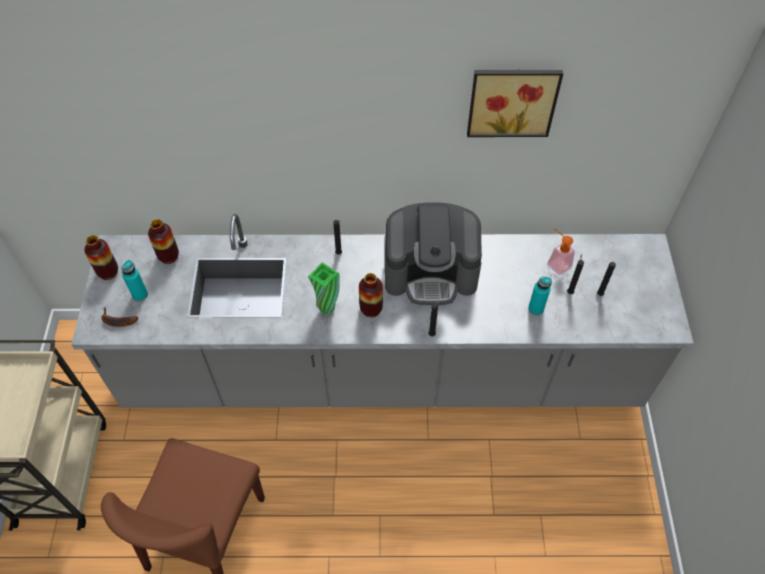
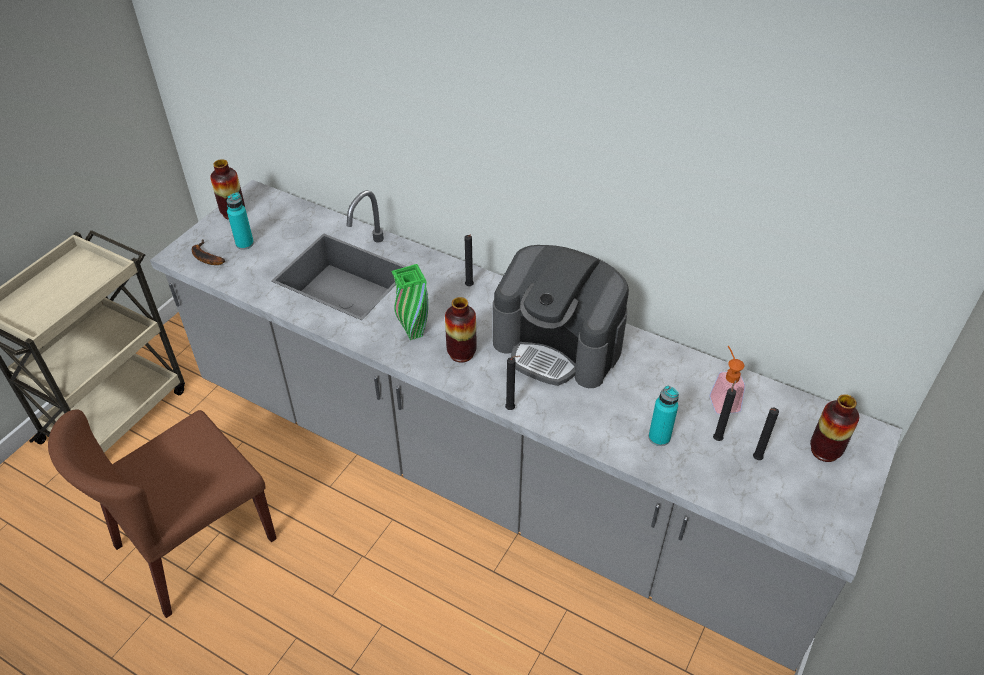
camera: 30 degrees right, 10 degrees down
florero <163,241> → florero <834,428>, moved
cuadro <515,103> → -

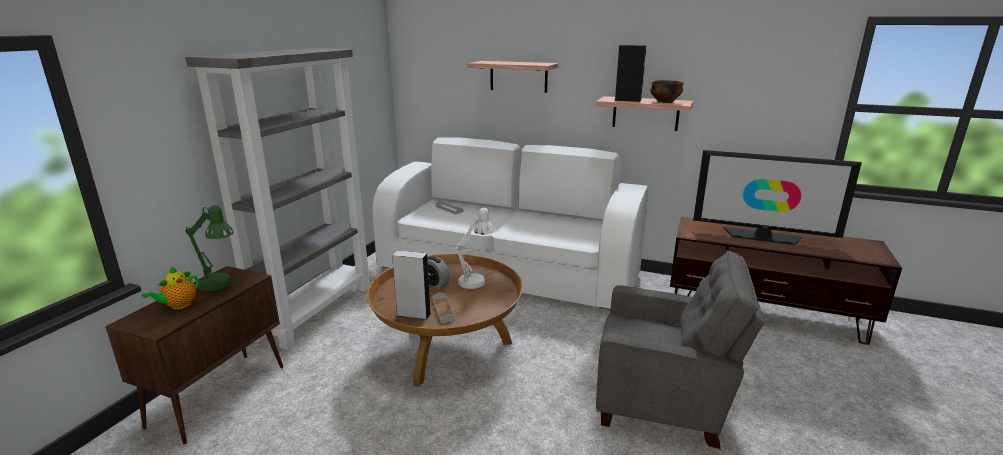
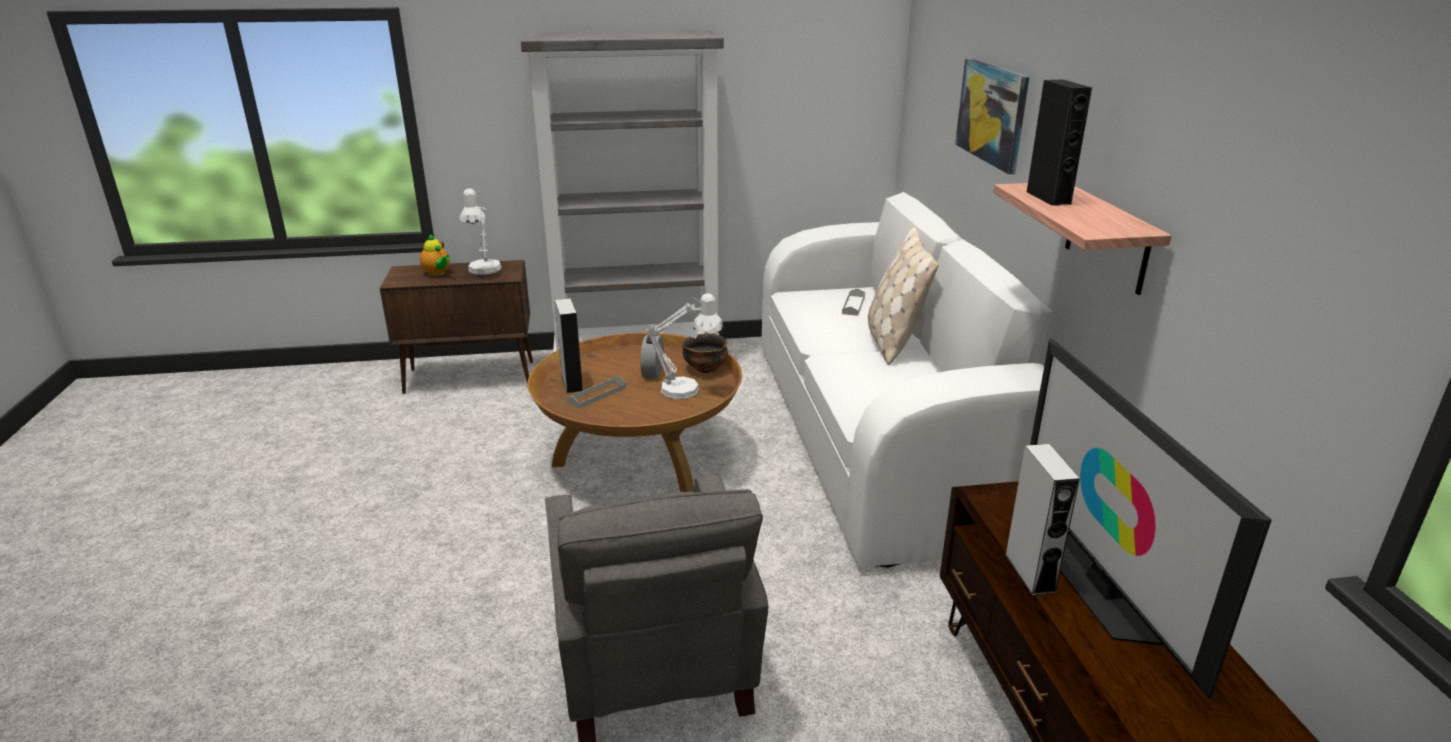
camera: 60 degrees right, 5 degrees up
tetera <170,287> → tetera <435,255>, 135 degrees counterclockwise
lámpara de mesa (verde) <209,248> → lámpara de mesa (blanco) <480,231>
cuenco <666,91> → cuenco <705,353>, moved
- → cojín (beis) <903,295>
estante <513,77> → cuadro <992,116>
- → altavoz (gris) <1042,519>

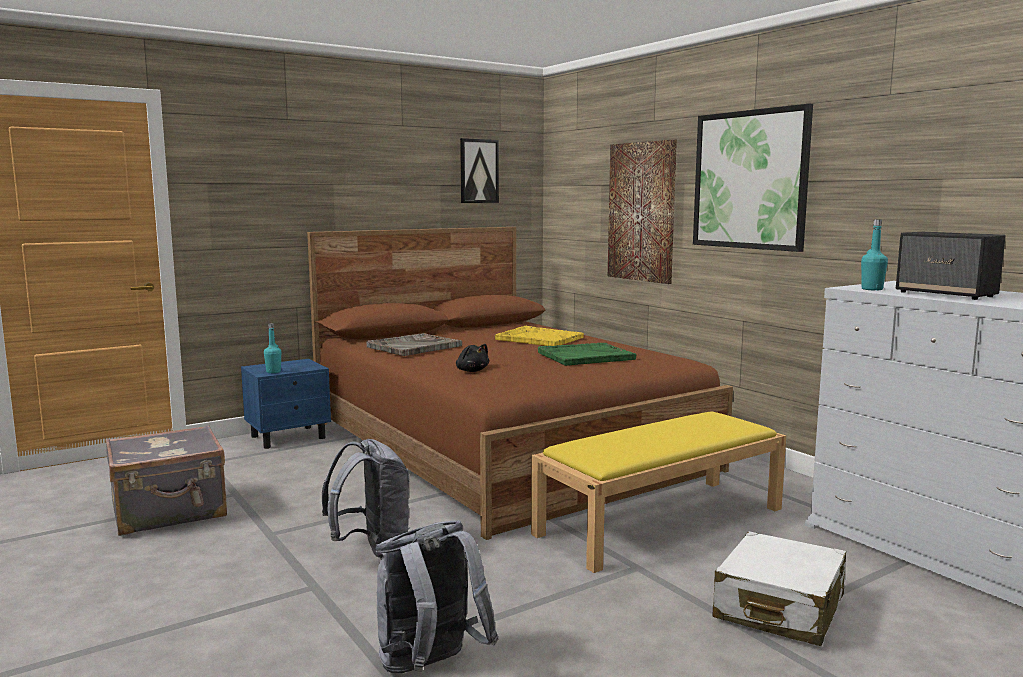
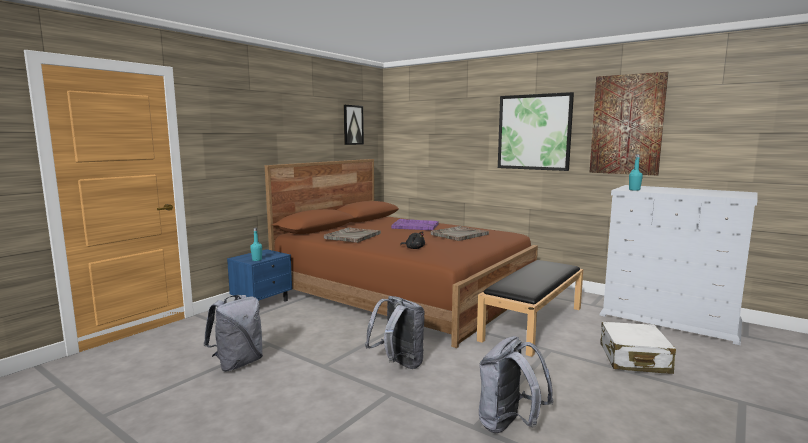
camera: 20 degrees left, 0 degrees up
maleta (gris) <166,480> → mochila (gris) <233,333>
bandeja (amarillo) <539,336> → bandeja (morado) <415,224>
bandeja (verde) <587,354> → bandeja (gris) <460,233>
banco (amarillo) <658,492> → banco (negro) <530,308>
cuadro <642,211> → cuadro <628,124>, moved
altavoz <951,266> → -

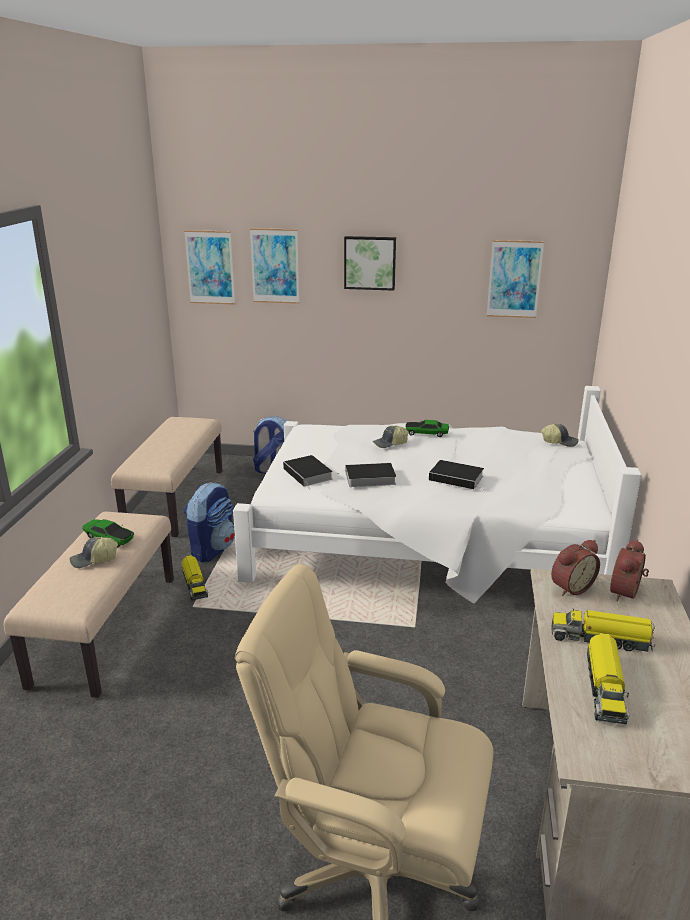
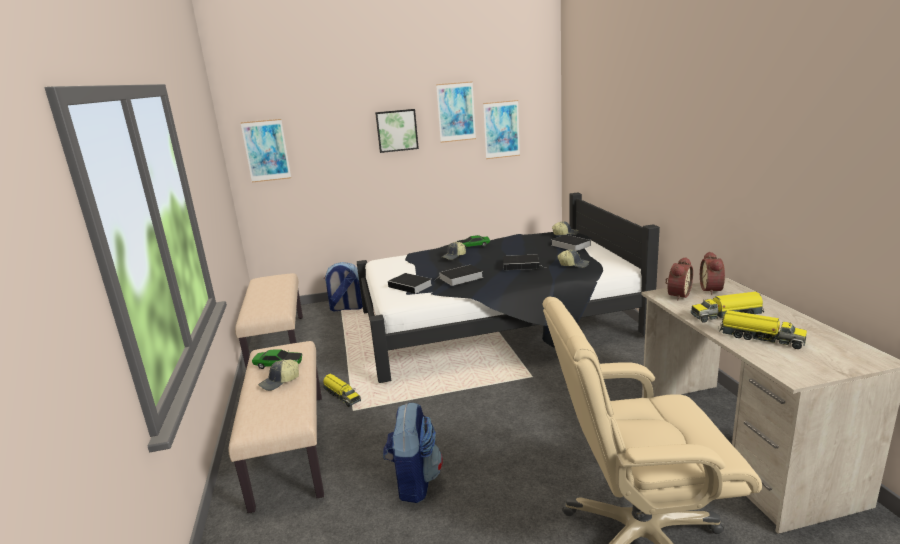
camera: 20 degrees left, 5 degrees down
cama (blanco) <437,495> → cama (negro) <508,287>
mochila <209,522> → mochila <413,453>, moved
cuadro <274,266> → cuadro <456,112>, moved
- → libro <571,243>
- → gorra <573,259>
camión de juguete <608,678> → camión de juguete <762,329>, 45 degrees counterclockwise

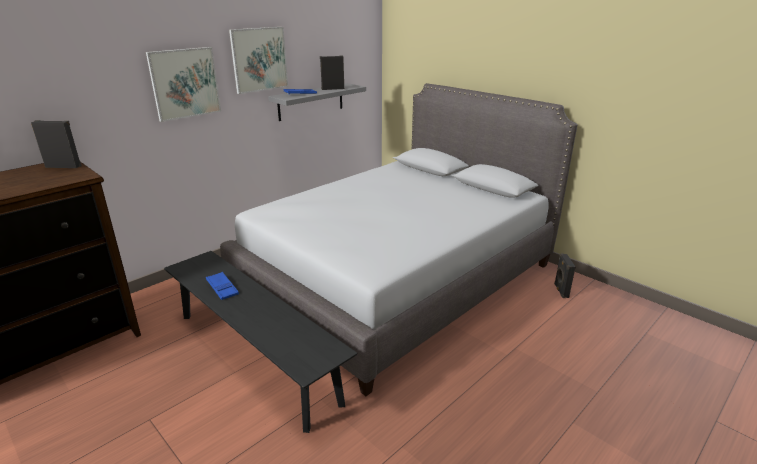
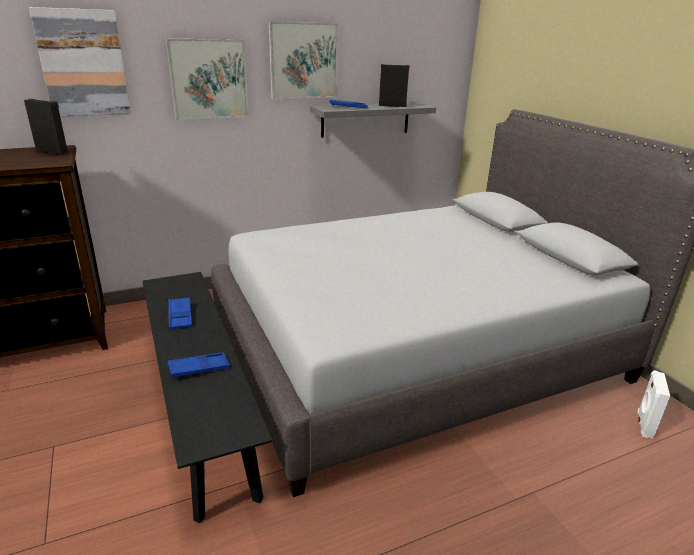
camera: 20 degrees right, 0 degrees up
- → cuadro <80,62>
- → bandeja (azul) <199,365>
altavoz (negro) <564,275> → altavoz (blanco) <653,404>

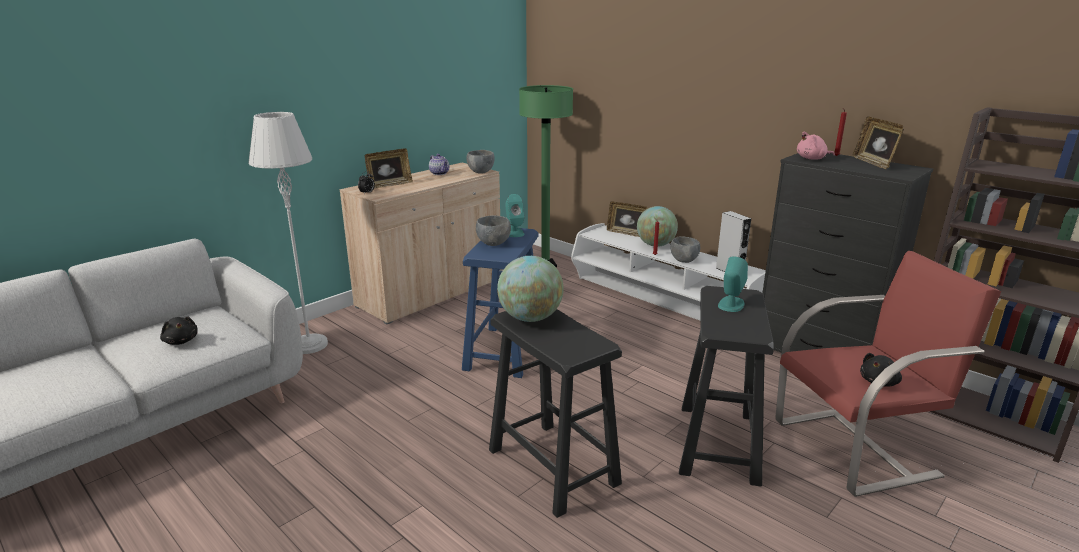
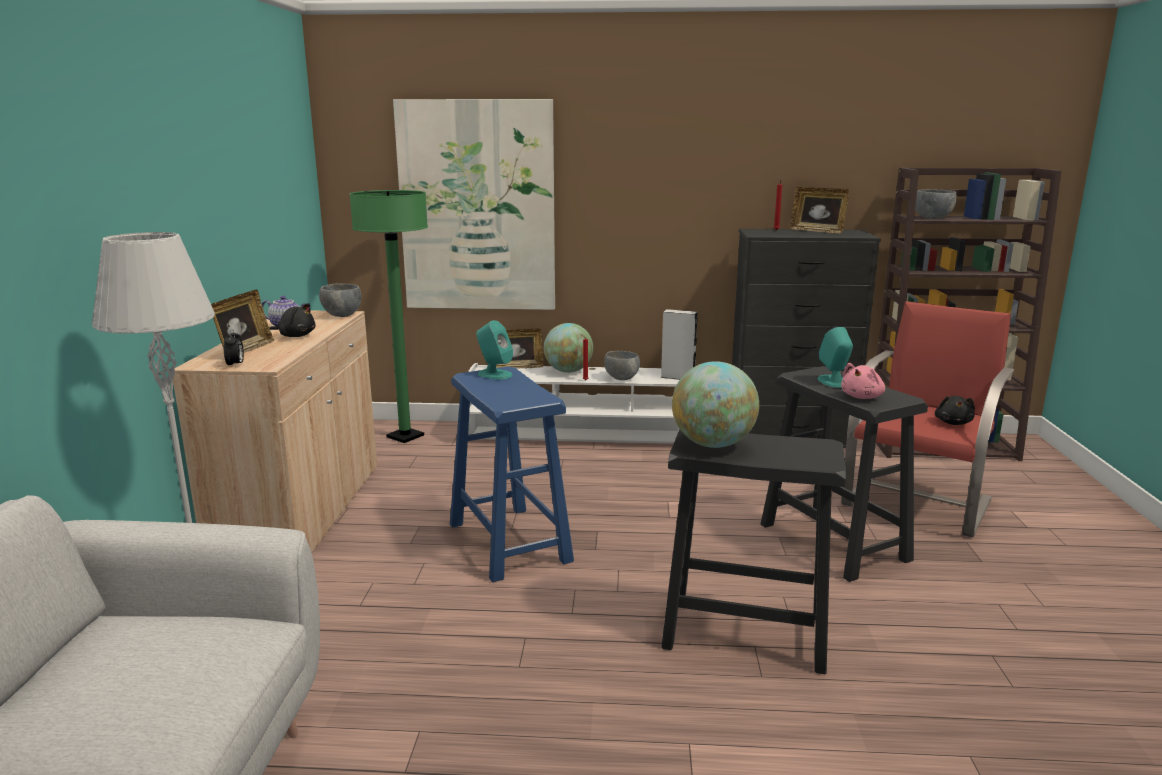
camera: 40 degrees left, 5 degrees down
peluche (negro) <179,331> → peluche (negro) <292,320>, moved
- → cuadro <474,204>
peluche (rosa) <816,146> → peluche (rosa) <863,381>, moved
cuenco (gris) <493,231> → cuenco (gris) <936,204>, moved

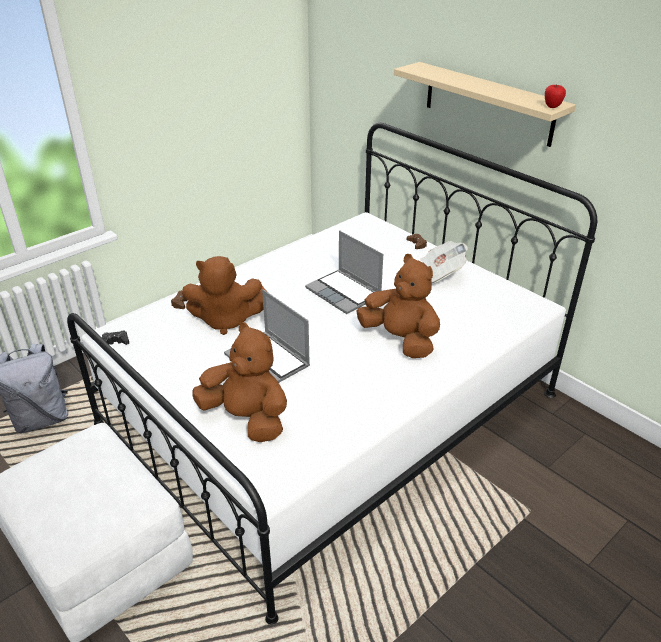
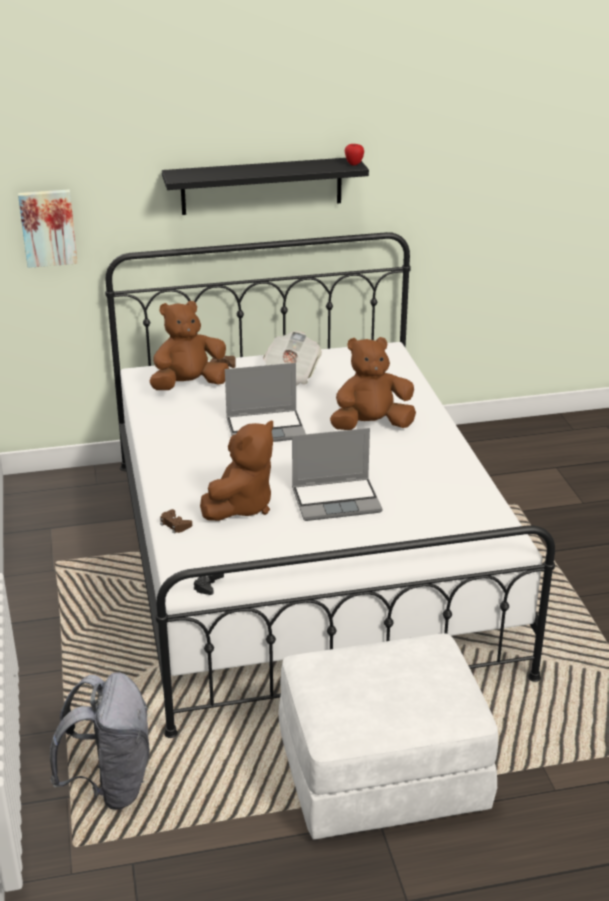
camera: 60 degrees left, 5 degrees down
- → cuadro <48,228>
peluche (marrón) <240,382> → peluche (marrón) <189,345>, moved
estante (beis) <485,104> → estante (negro) <265,186>

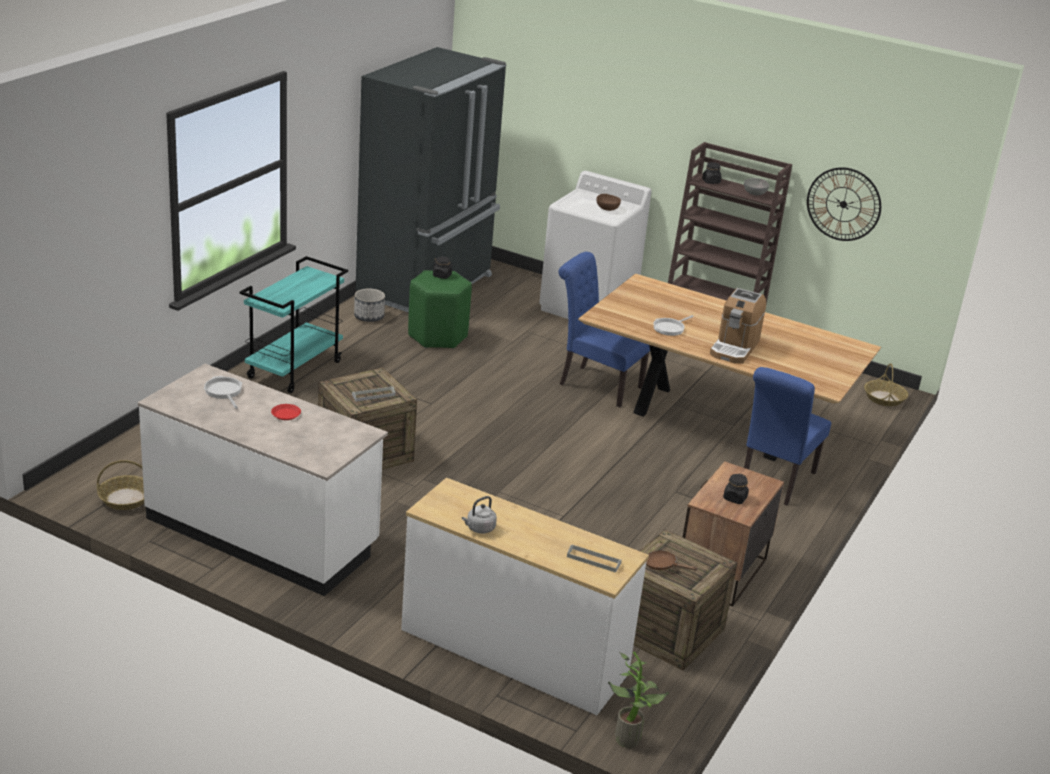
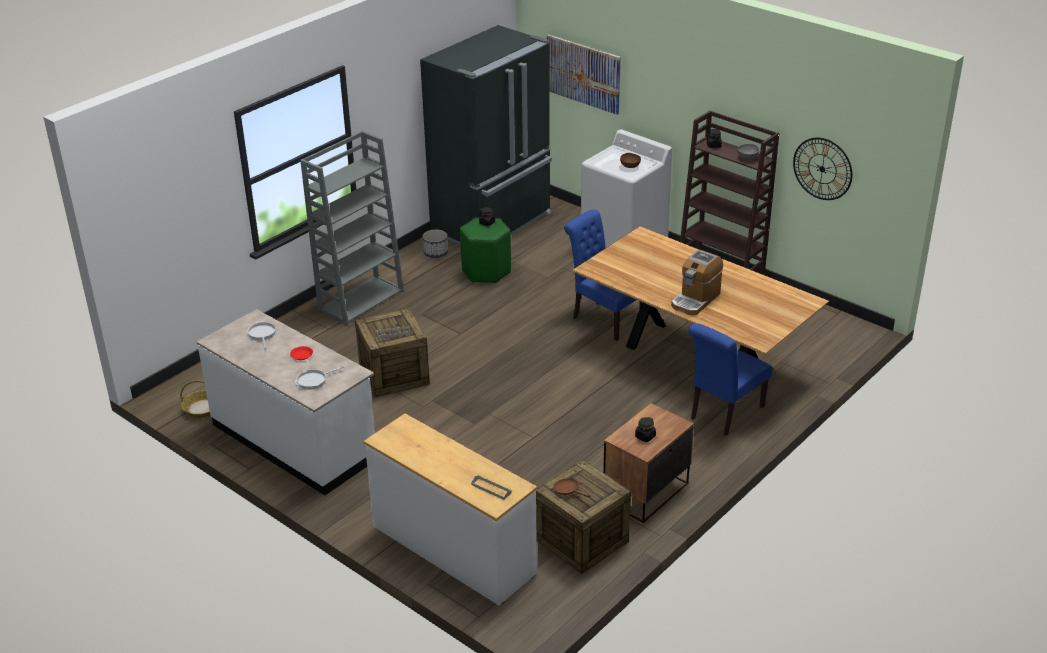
camera: 15 degrees right, 5 degrees up
sartén <674,325> → sartén <319,377>, moved
carrito (turquesa) <293,324> → estantería (gris) <352,228>
- → cuadro <584,74>
hervidor (gris) <479,515> → -
planta en maceta <638,699> → -
cesta <886,384> → -

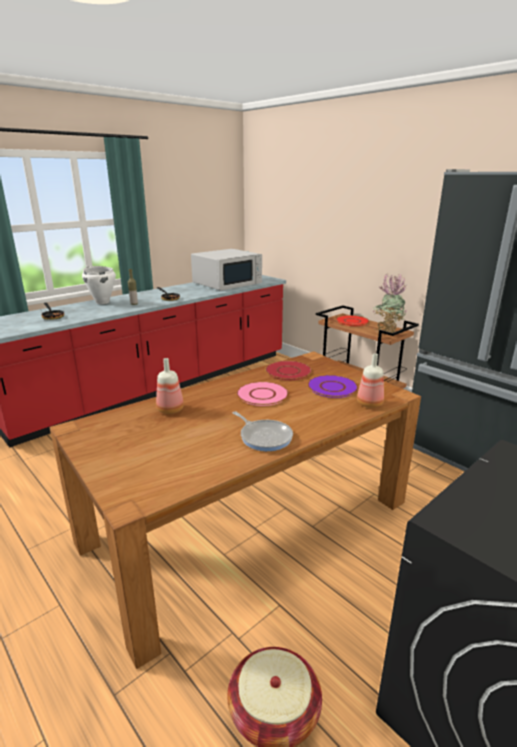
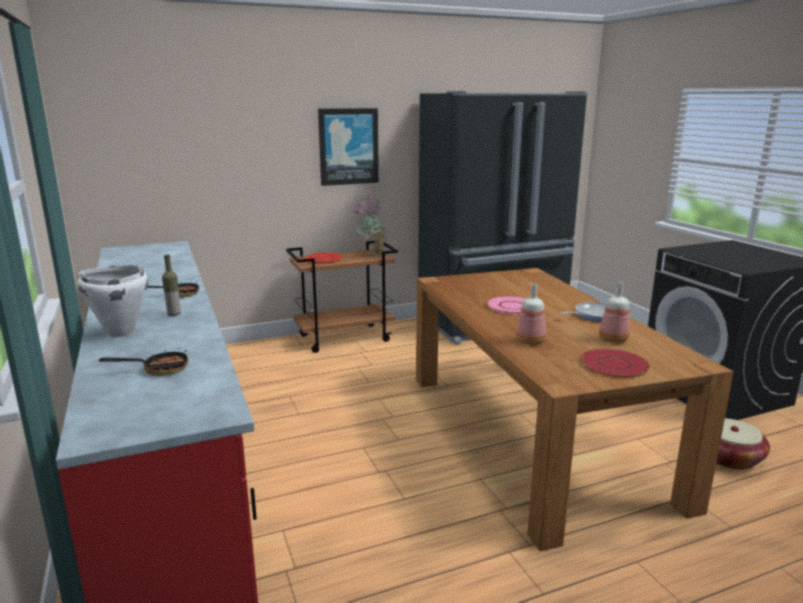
camera: 70 degrees left, 5 degrees down
- → cuadro <348,147>
plato (rojo) <288,370> → plato (rojo) <615,363>, moved
botella <370,380> → botella <614,312>, moved
microondas (blanco) <226,270> → -
plato (morado) <333,386> → -

